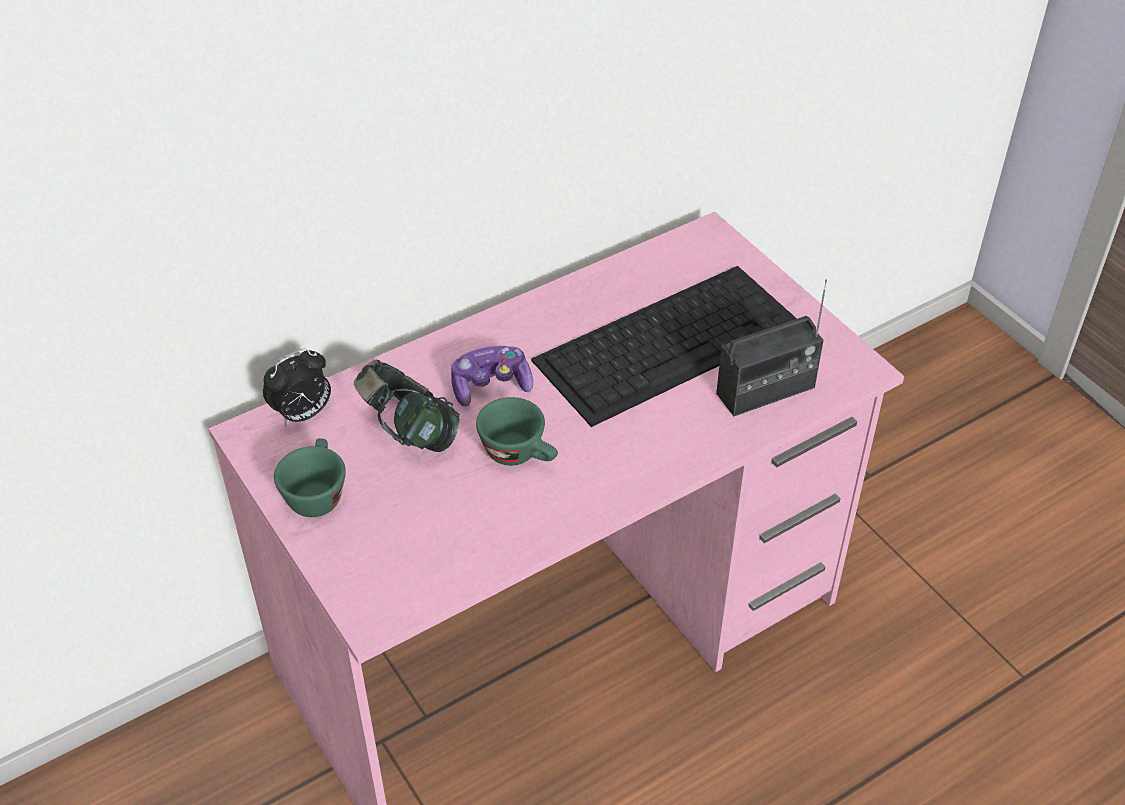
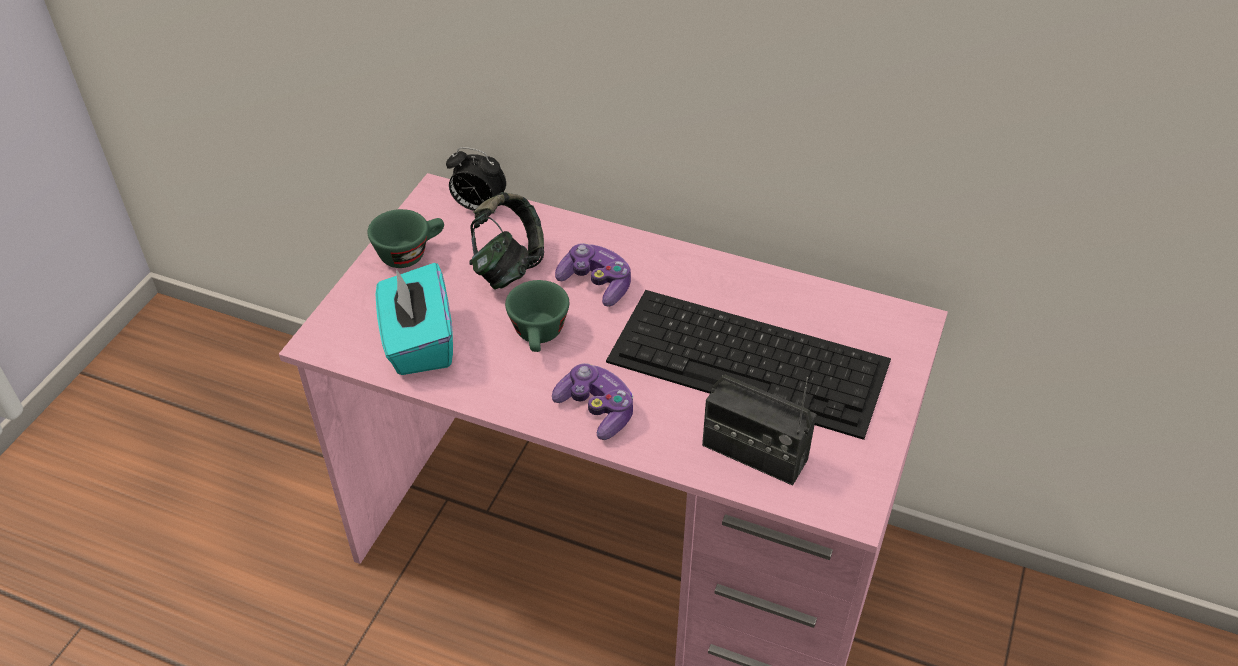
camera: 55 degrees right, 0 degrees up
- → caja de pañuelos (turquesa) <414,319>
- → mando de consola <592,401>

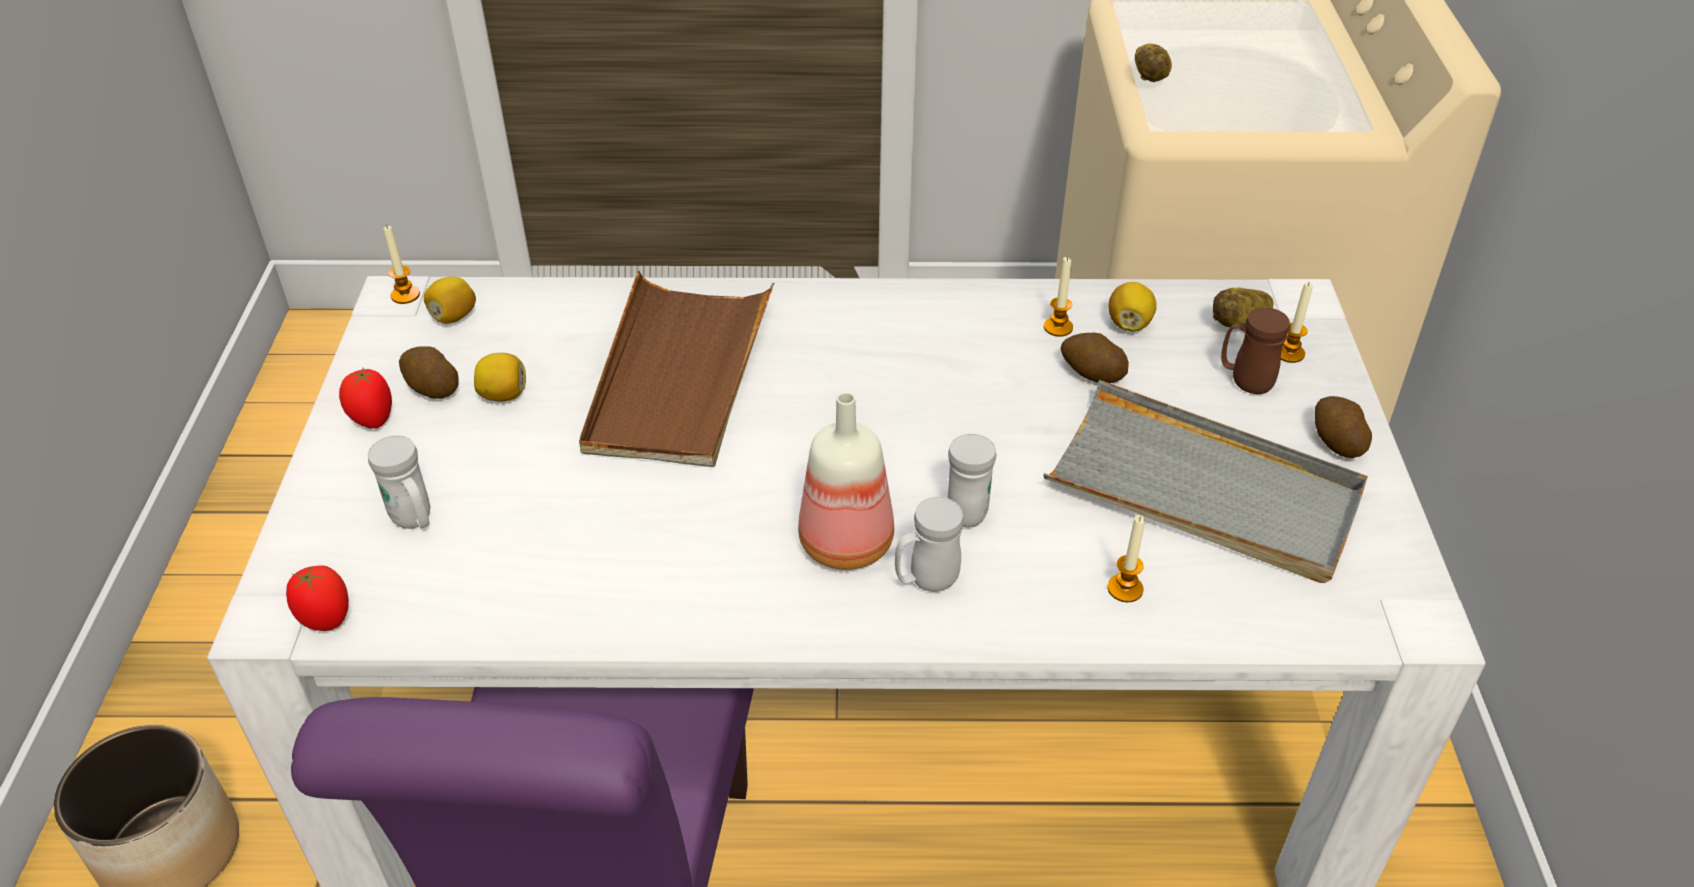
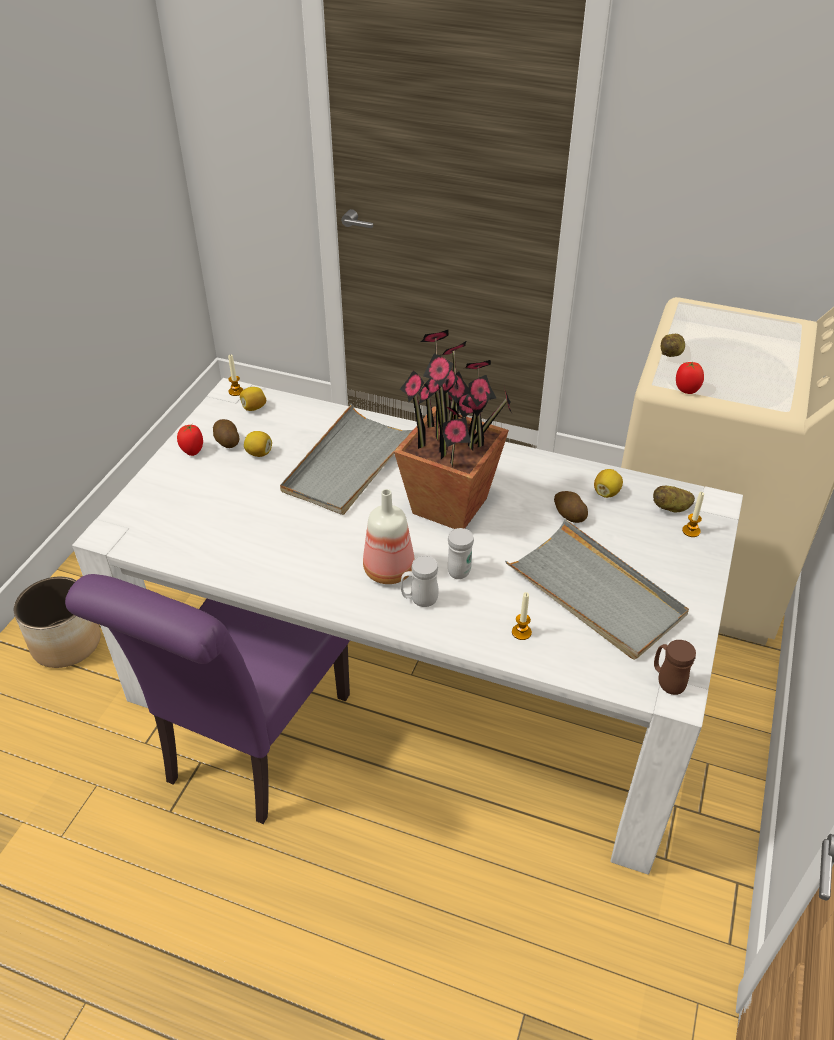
camera: 20 degrees right, 0 degrees up
bandeja (marrón) <676,369> → bandeja (gris) <347,459>
- → planta en maceta <453,429>
taza grande (marrón) <1255,350> → taza grande (marrón) <675,667>, moved
tomate <317,598> → tomate <690,378>, moved
taza grande (blanco) <399,482> → -
vela <1058,296> → -
patata <1343,427> → -

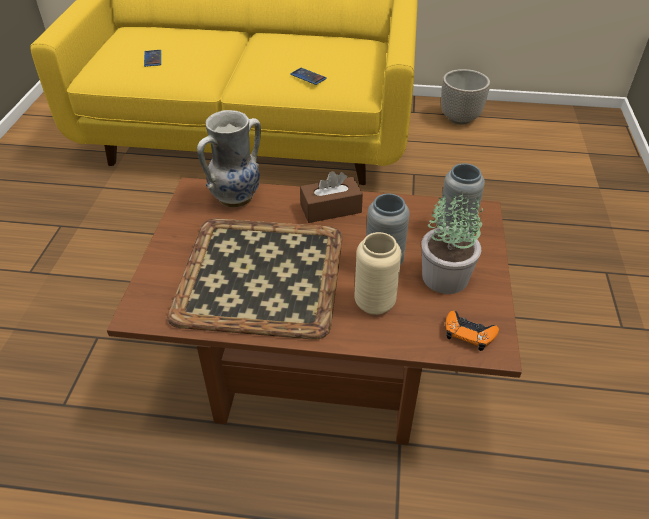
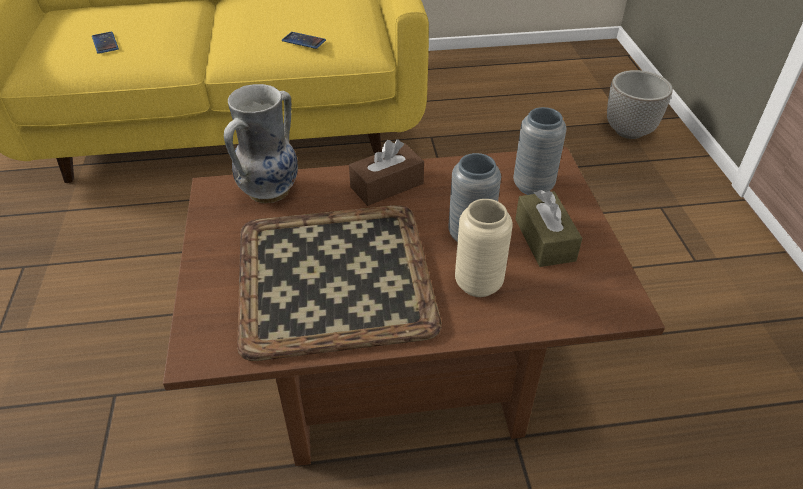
camera: 15 degrees left, 0 degrees up
planta en maceta <452,242> → caja de pañuelos (marrón) <548,228>
maceta <465,96> → maceta <640,104>, moved
mando de consola (naranja) <472,331> → -

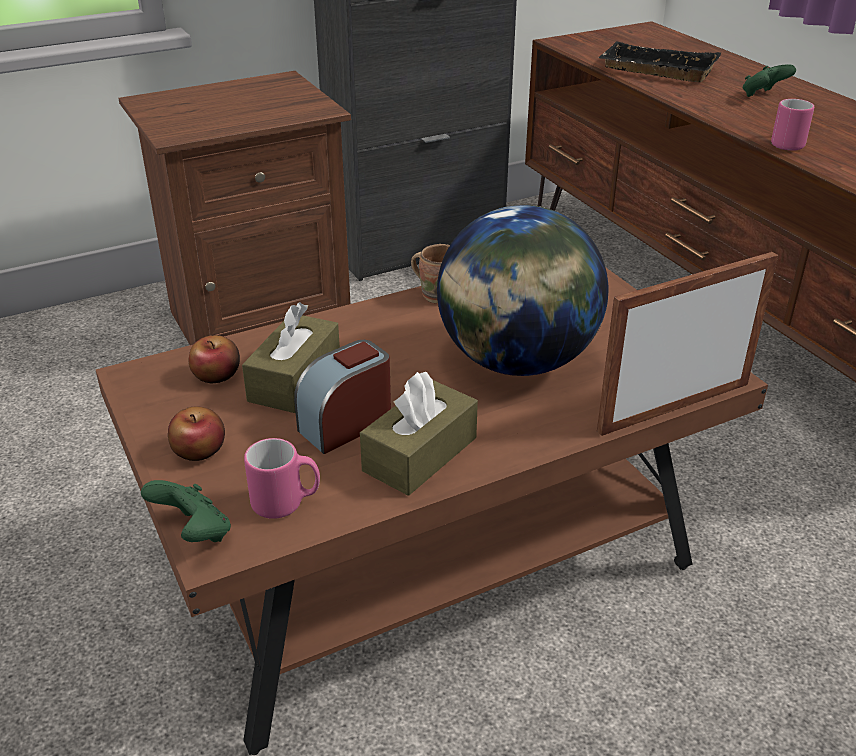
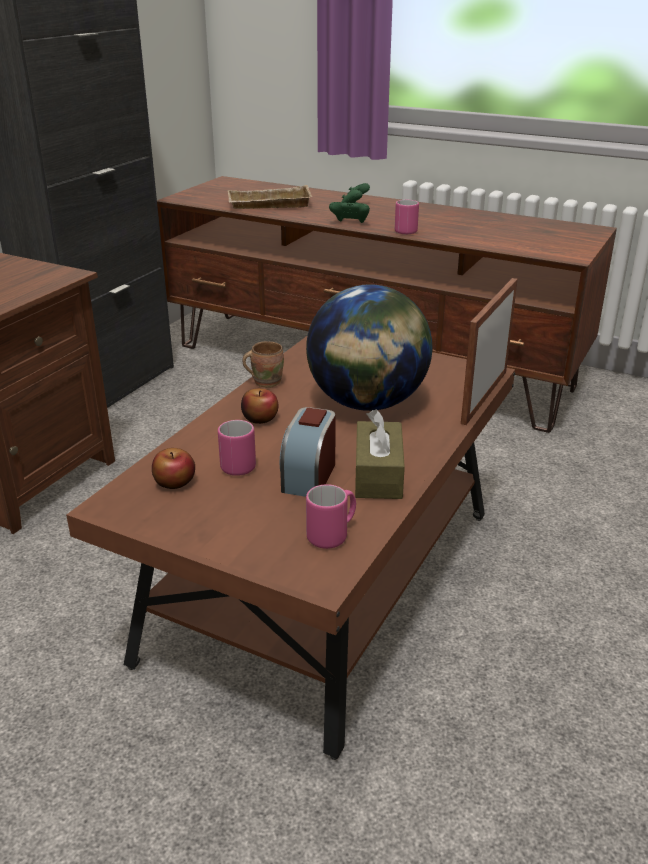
camera: 35 degrees left, 5 degrees down
caja de pañuelos (marrón) <291,357> → taza grande (rosa) <237,448>
bandeja (negro) <659,61> → bandeja (beis) <270,197>
manzana <196,433> → manzana <260,406>, moved
mando de consola (verde) <186,511> → mando de consola (verde) <349,212>, moved

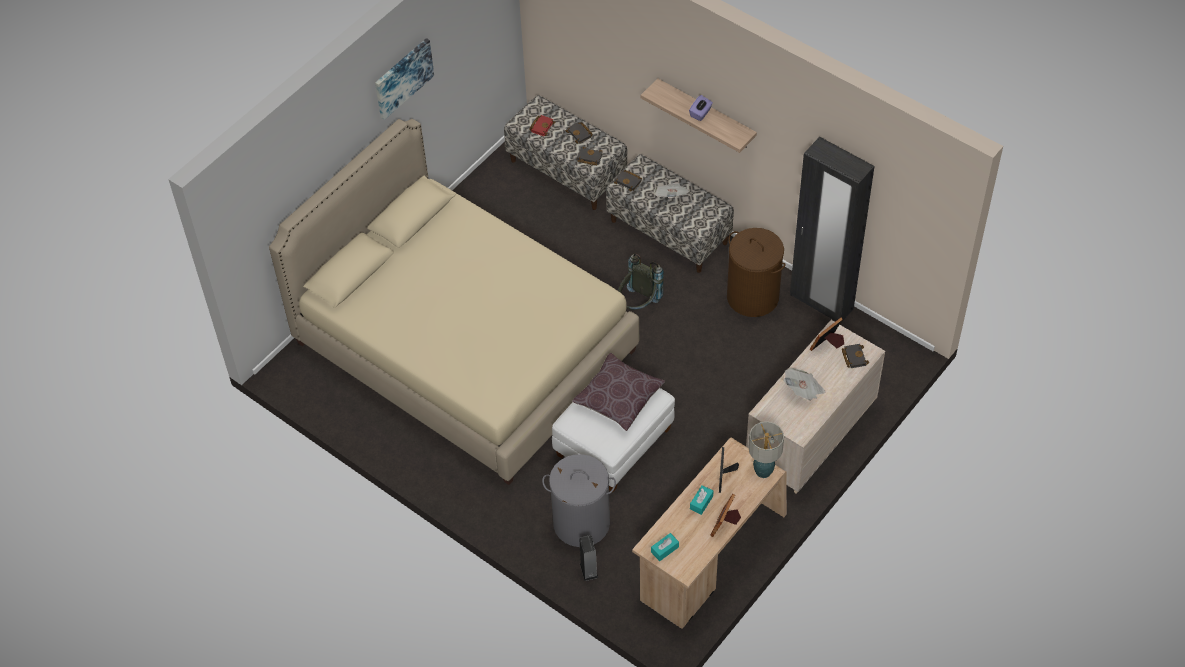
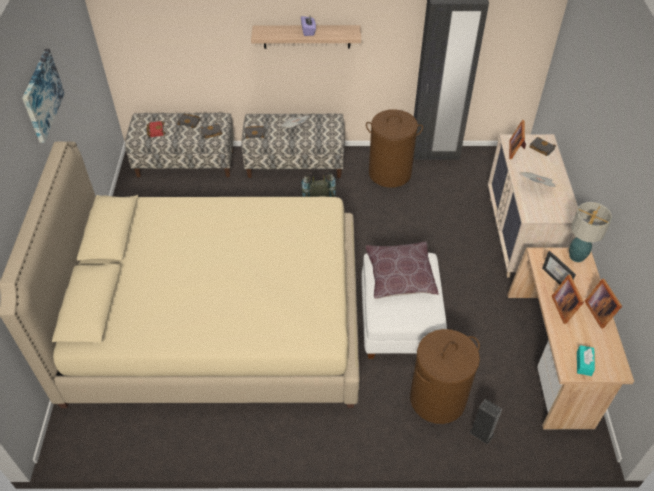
camera: 40 degrees left, 5 degrees down
cesto de la ropa (gris) <579,500> → cesto de la ropa (marrón) <445,376>
caja de pañuelos (turquesa) <701,500> → portarretratos <568,299>

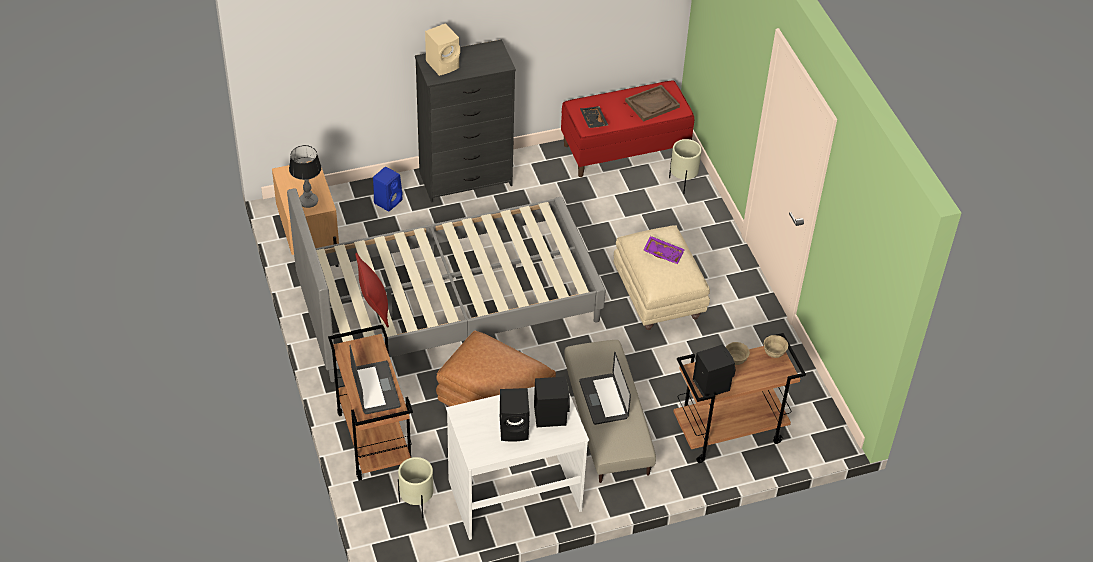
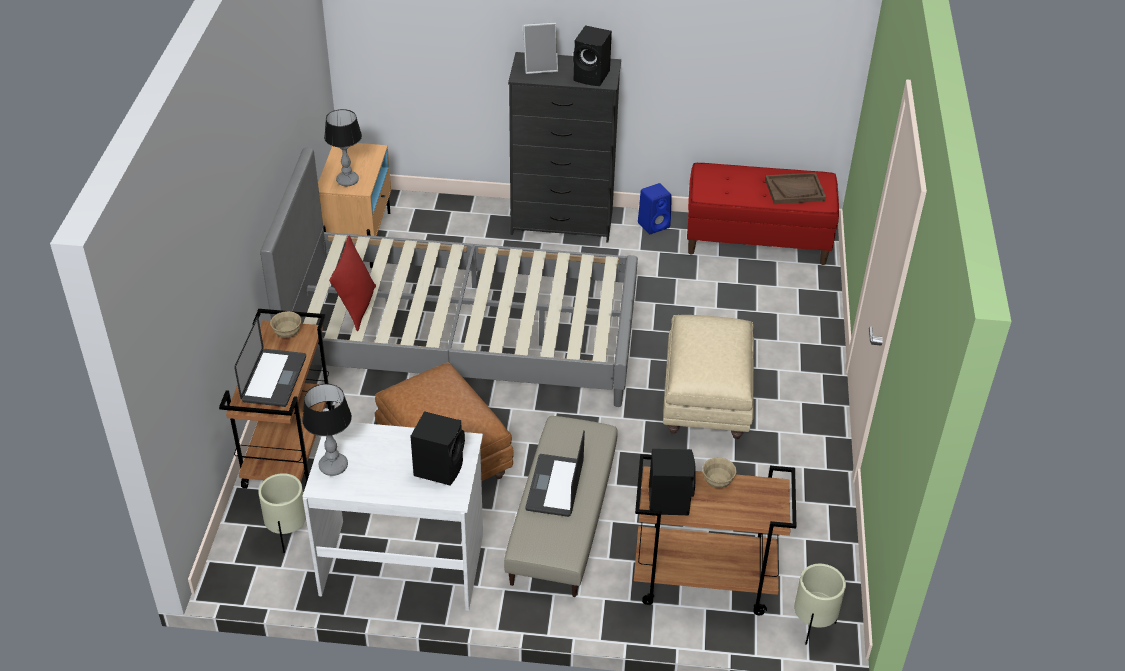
camera: 25 degrees right, 5 degrees down
cuenco (beis) <776,346> → cuenco (beis) <285,324>, moved
- → lámpara de mesa <327,430>
altavoz (beis) <442,49> → portarretratos <540,48>
altavoz (negro) <515,415> → altavoz (negro) <592,55>, moved
altavoz (azul) <388,189> → altavoz (azul) <655,208>, moved
maceta (beis) <685,166> → maceta (beis) <820,604>, moved
bandeja (negro) <594,117> → -
bandeja (morado) <664,250> → -

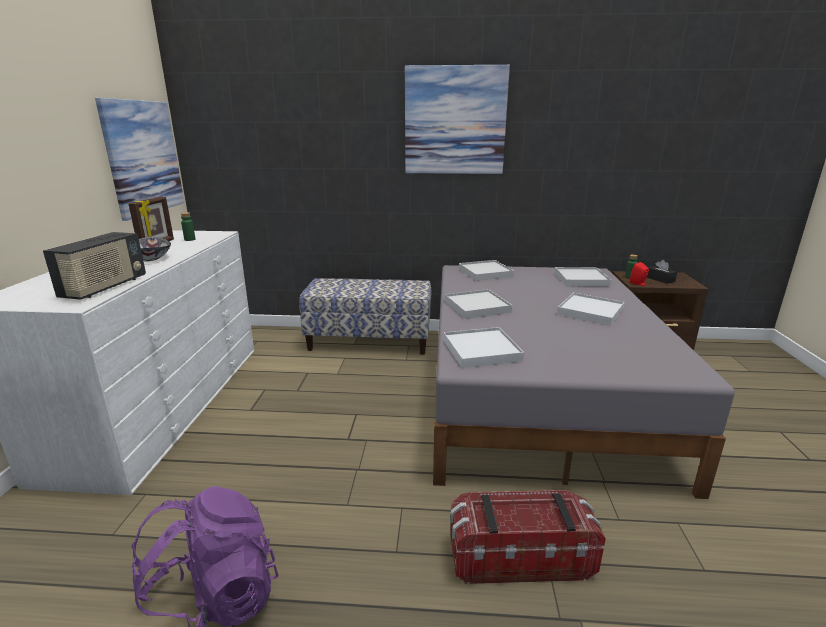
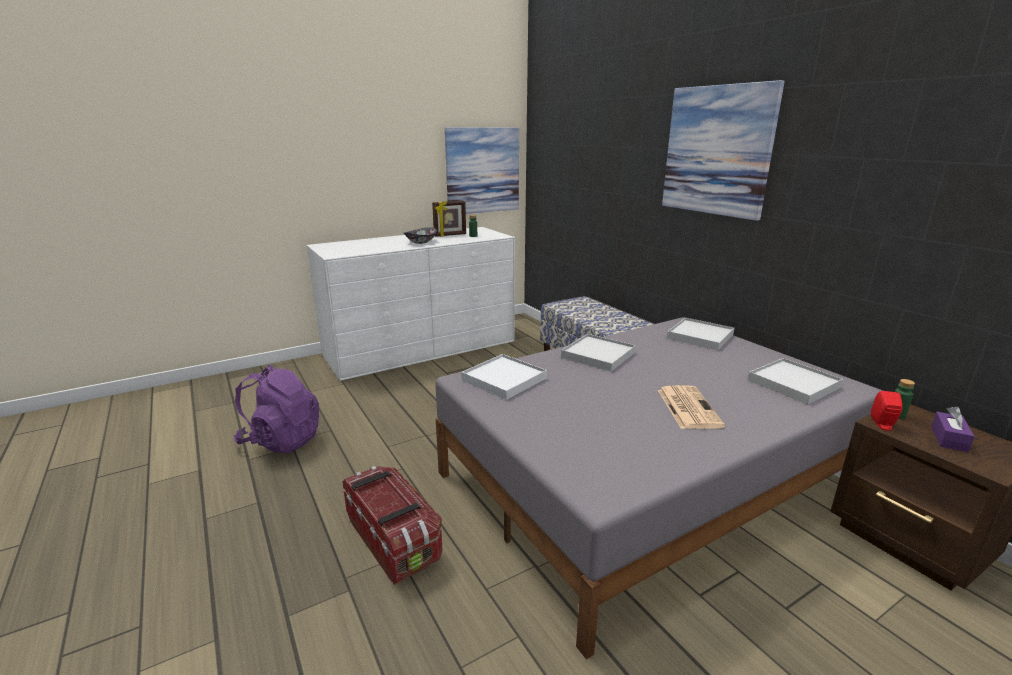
camera: 55 degrees right, 0 degrees up
bandeja (blanco) <590,309> → periódico <691,407>
caja de pañuelos (negro) <662,272> → caja de pañuelos (morado) <953,429>
radio <94,266> → -

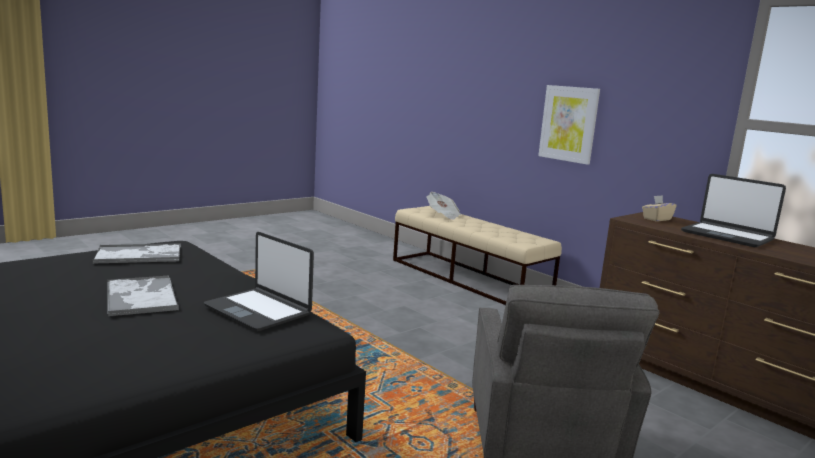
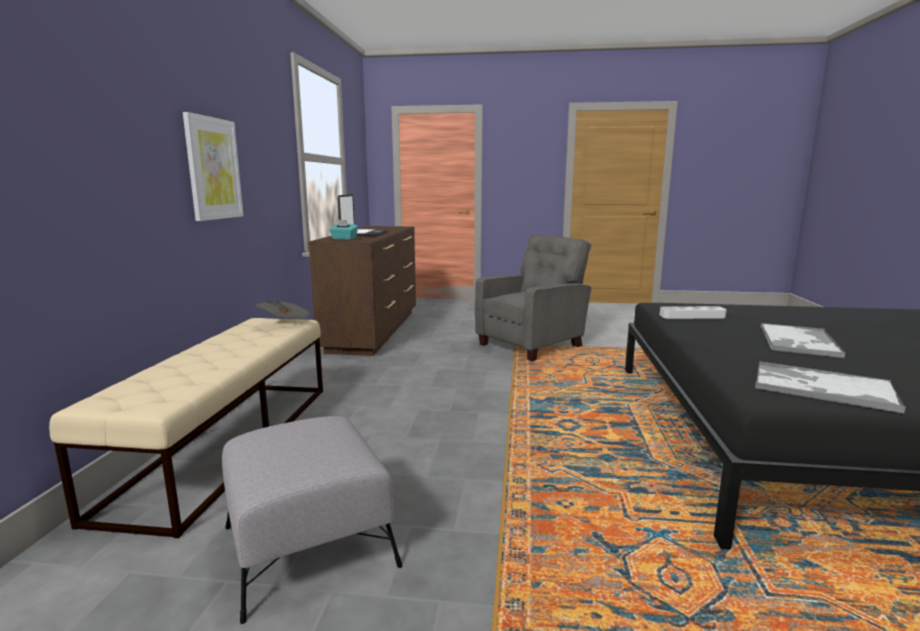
camera: 130 degrees left, 0 degrees up
- → puf (gris) <312,520>
periódico <443,206> → periódico <282,310>, moved
caja de pañuelos (beis) <659,208> → caja de pañuelos (turquesa) <343,230>
portátil <259,281> → bandeja (gris) <693,312>

